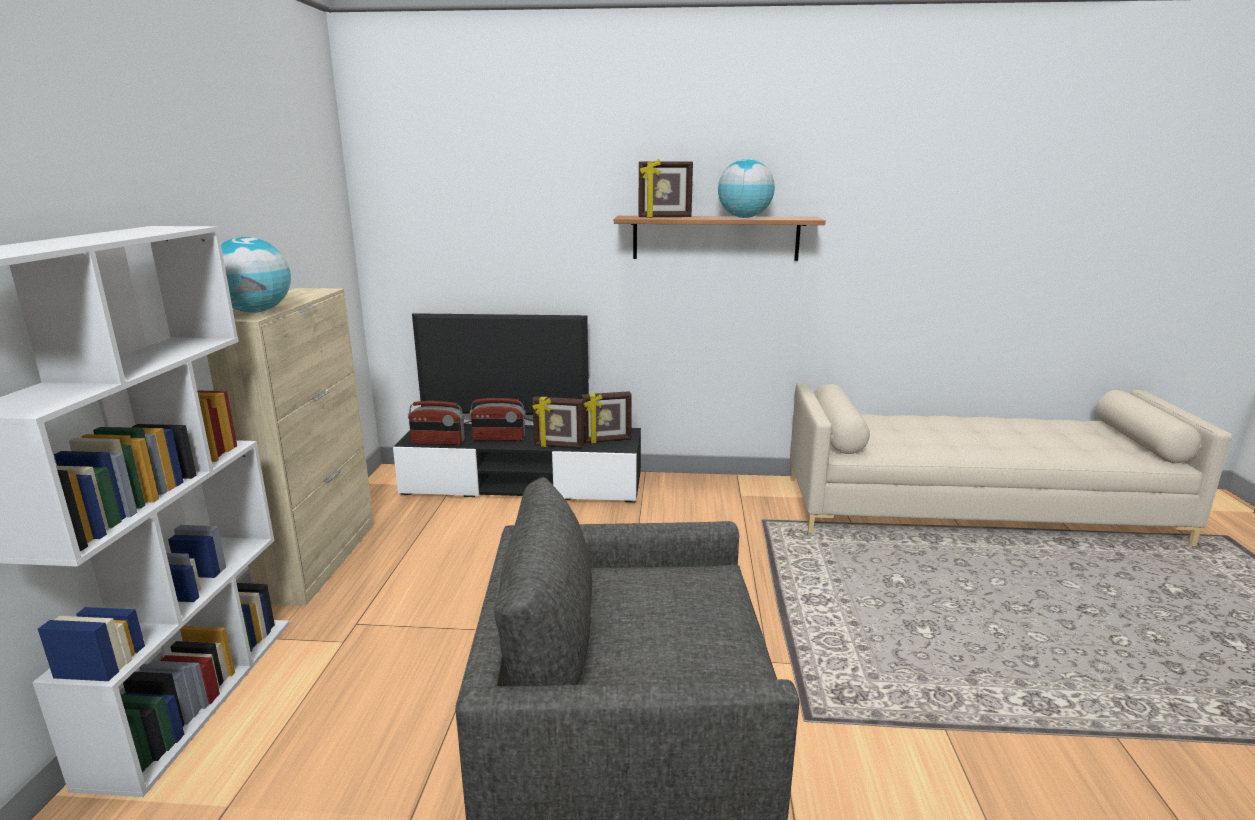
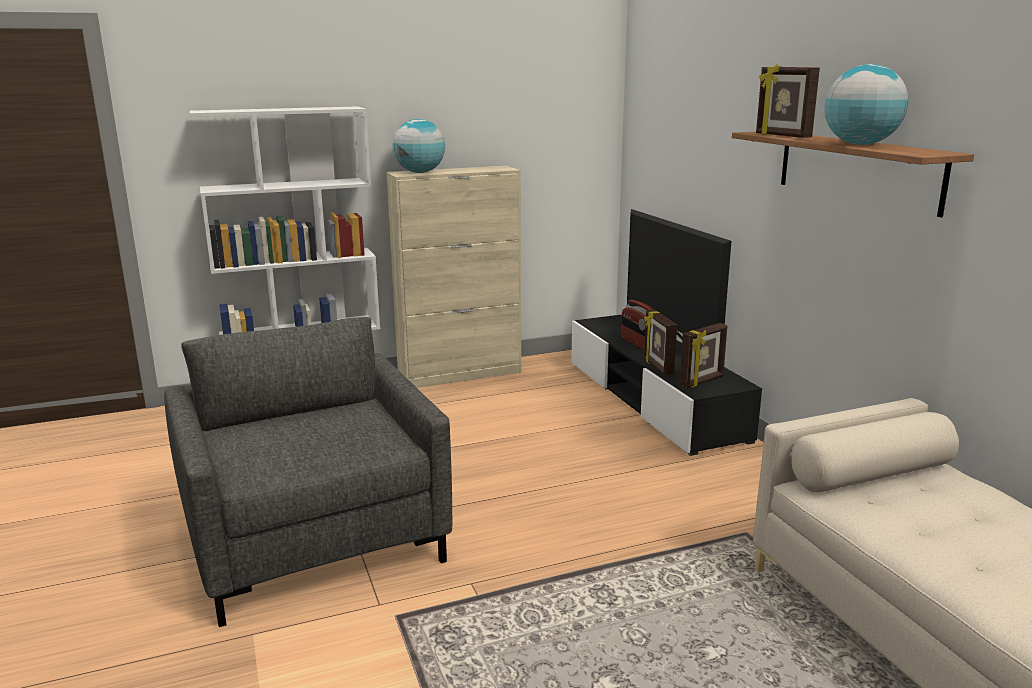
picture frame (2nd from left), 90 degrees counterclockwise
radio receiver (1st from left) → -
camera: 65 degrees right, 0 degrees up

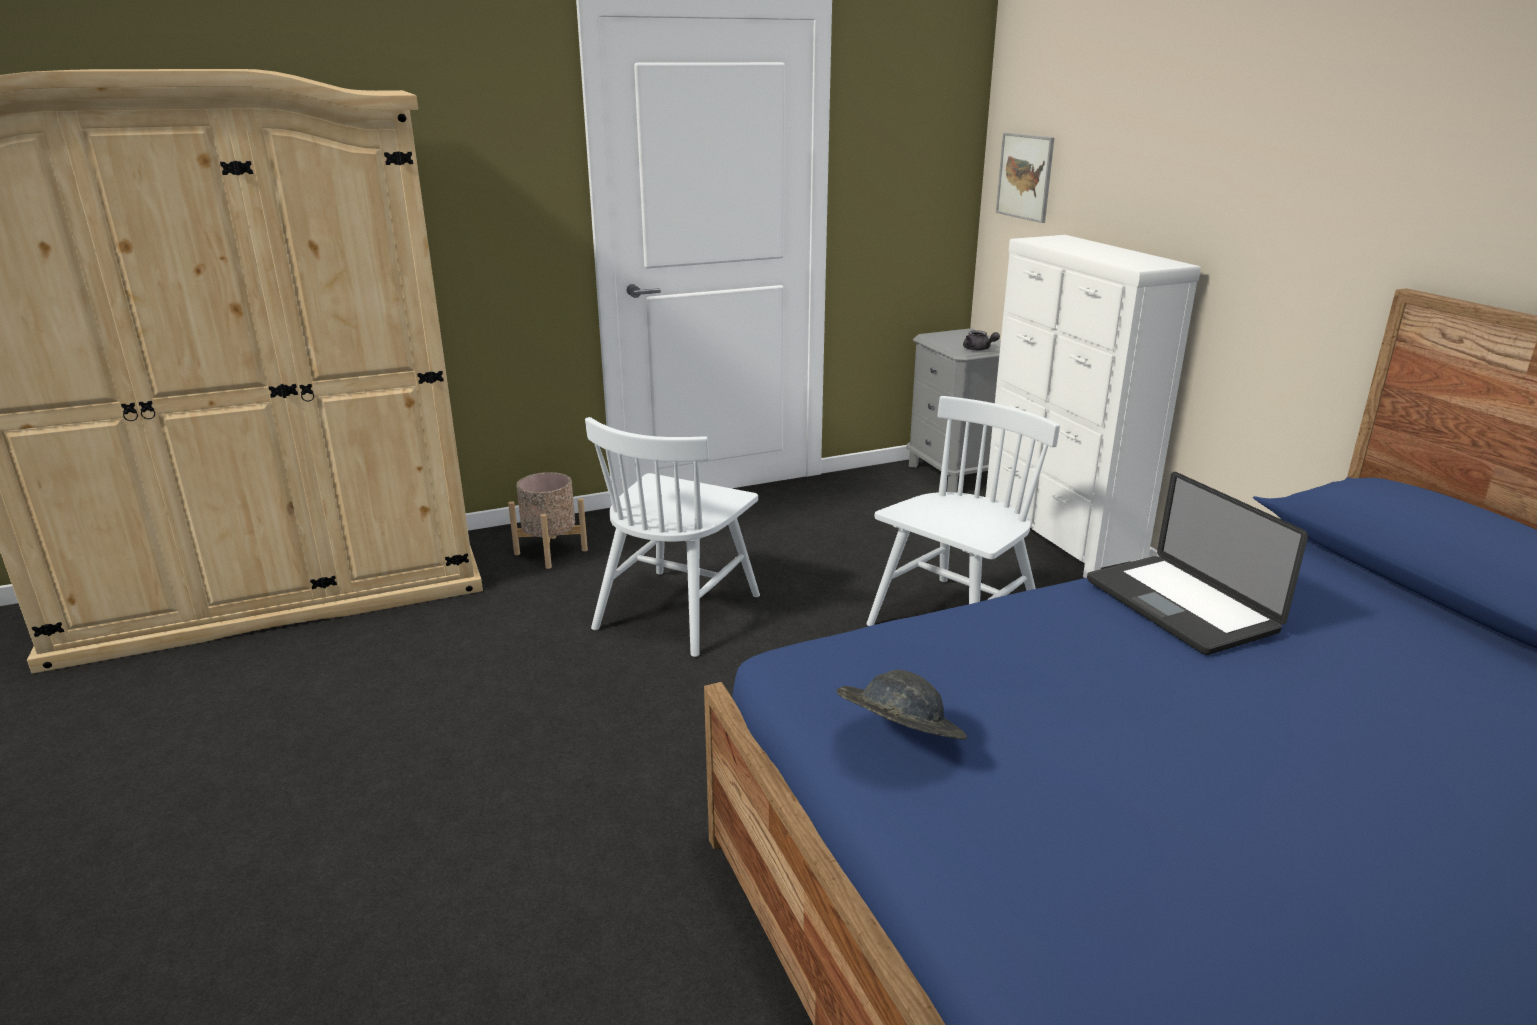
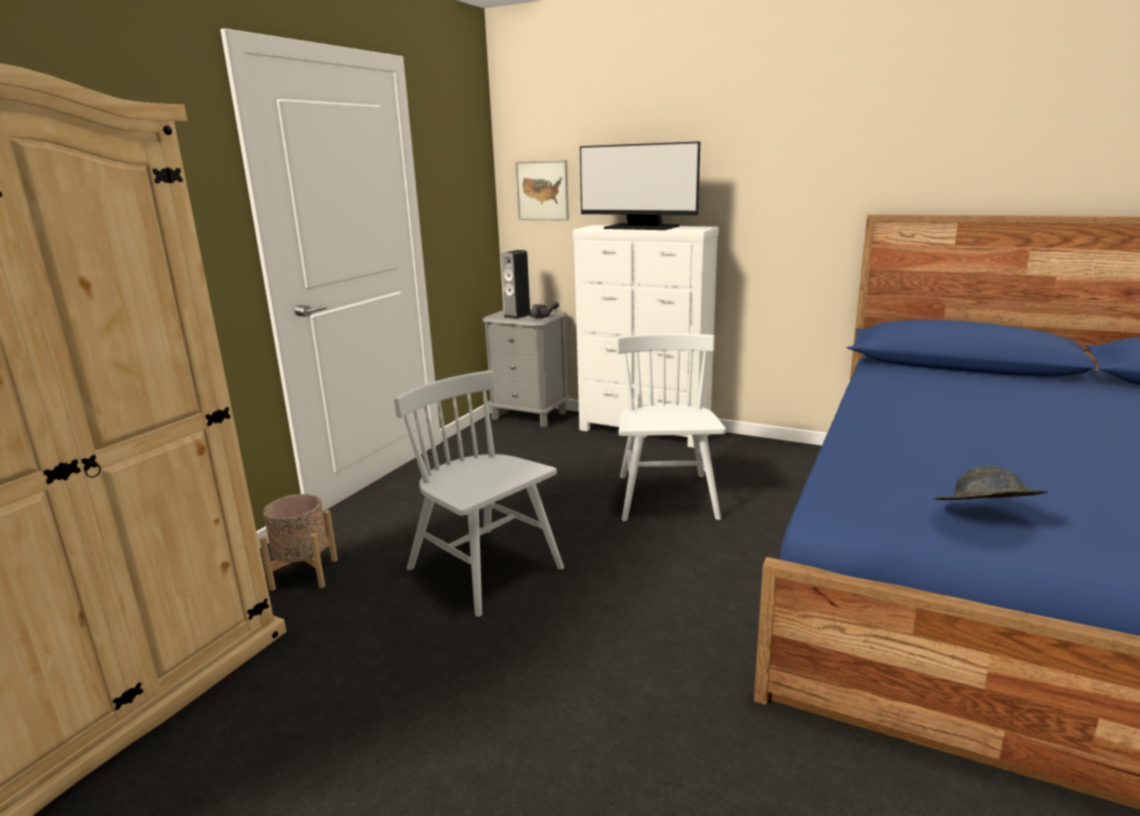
whitish chair (1st from left), 150 degrees clockwise
laptop → -
- → monitor
- → loudspeaker
camera: 40 degrees left, 5 degrees down

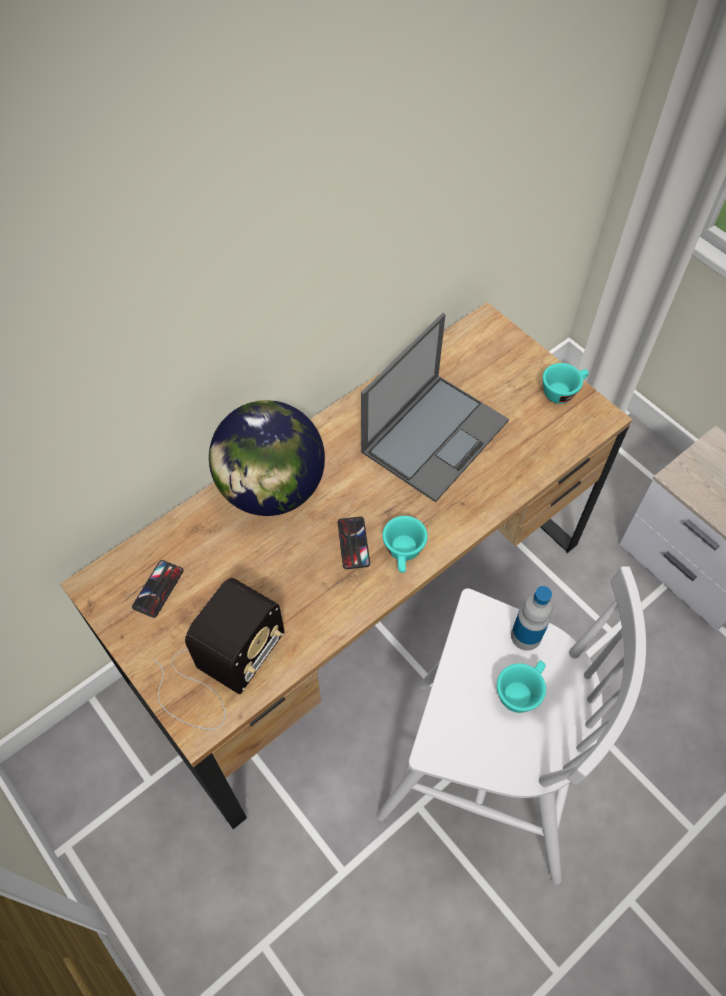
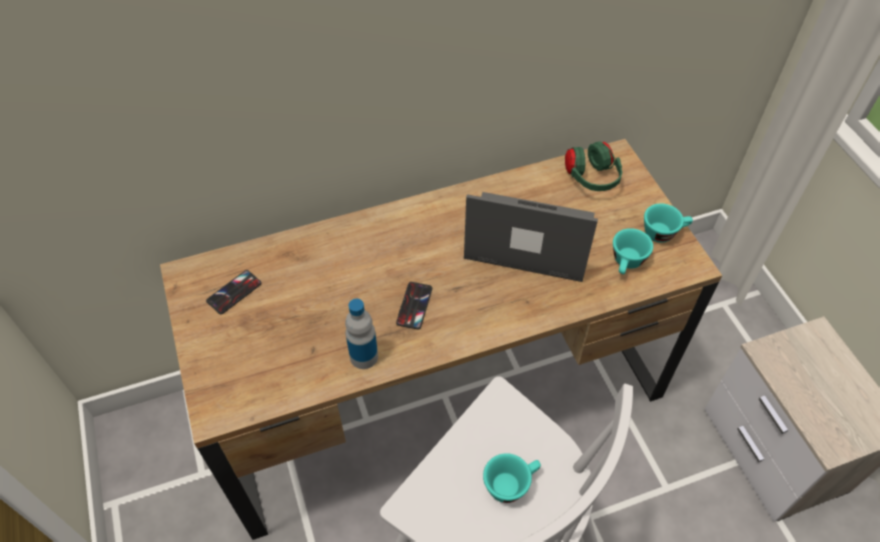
laptop, 135 degrees counterclockwise
globe → -
turquoise cup (1st from left in the first image) → turquoise cup (2nd from left), moved
radio receiver → -
drink bottle, moved
- → greenish headphones
camera: 20 degrees right, 5 degrees down

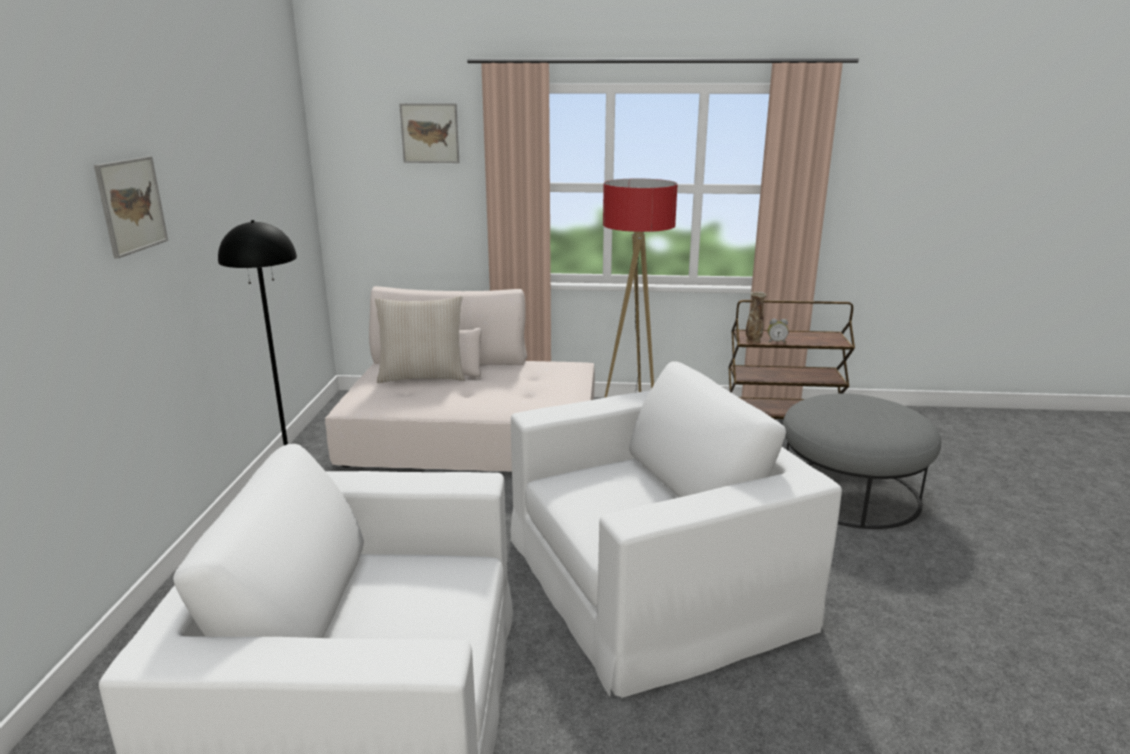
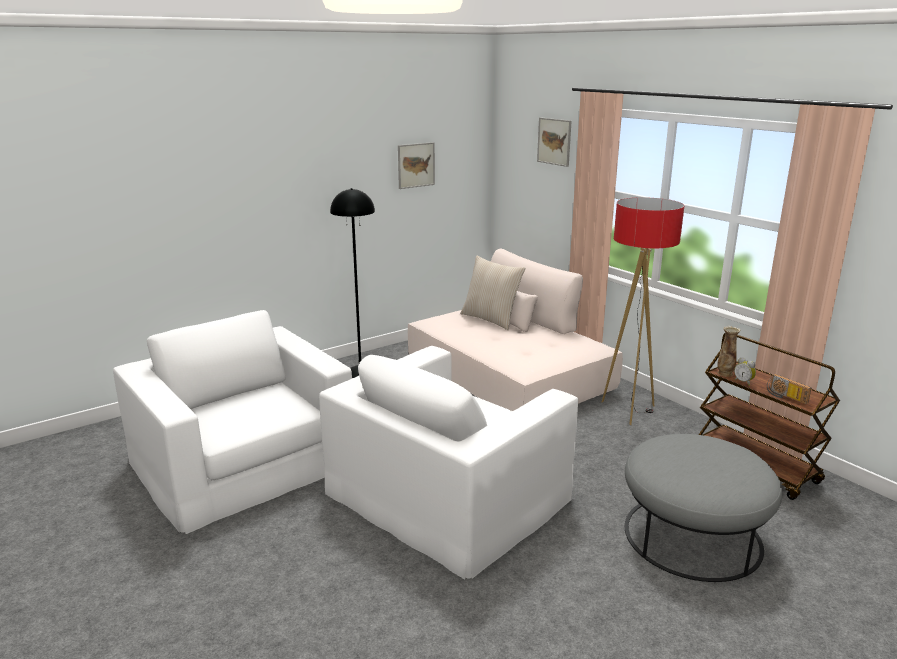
picture (1st from left), moved
whitish lounge chair (2nd from left), 105 degrees clockwise
- → radio receiver
camera: 50 degrees right, 0 degrees up

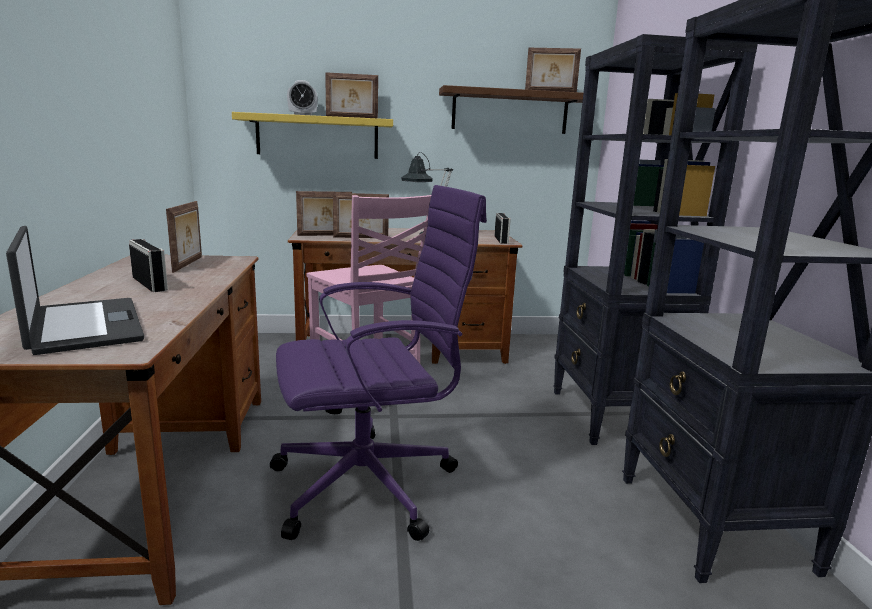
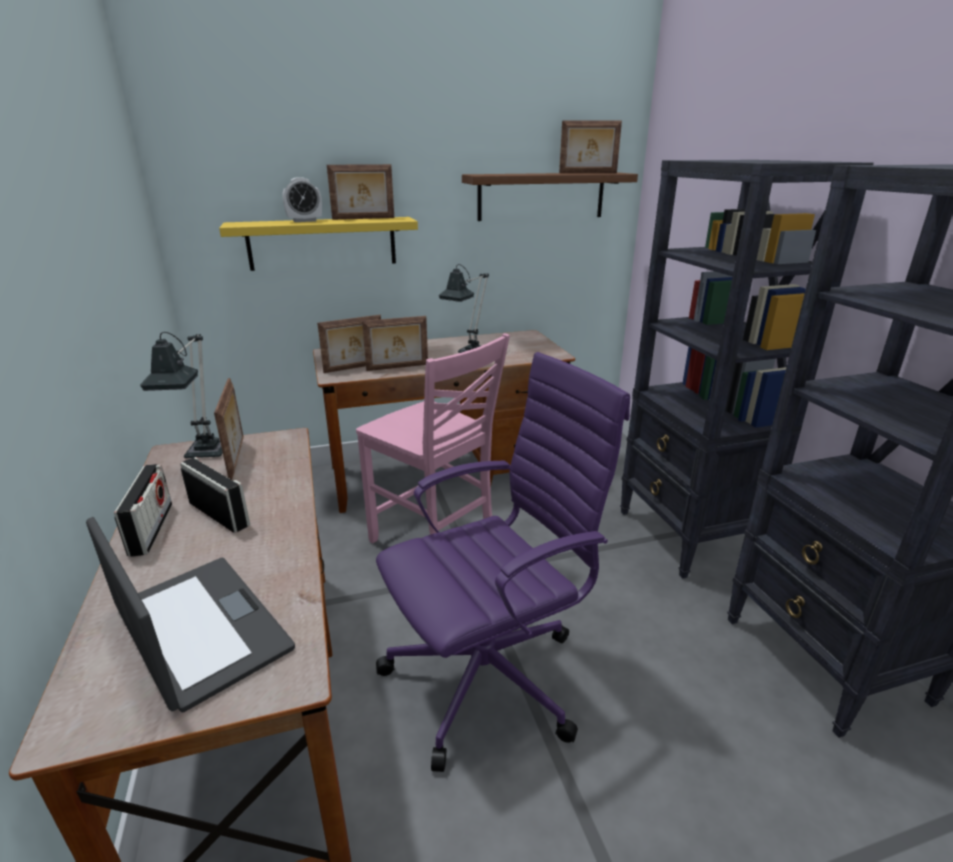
radio receiver (2nd from left in the first image) → radio receiver (1st from left), moved
- → table lamp (1st from left)
camera: 10 degrees left, 10 degrees up

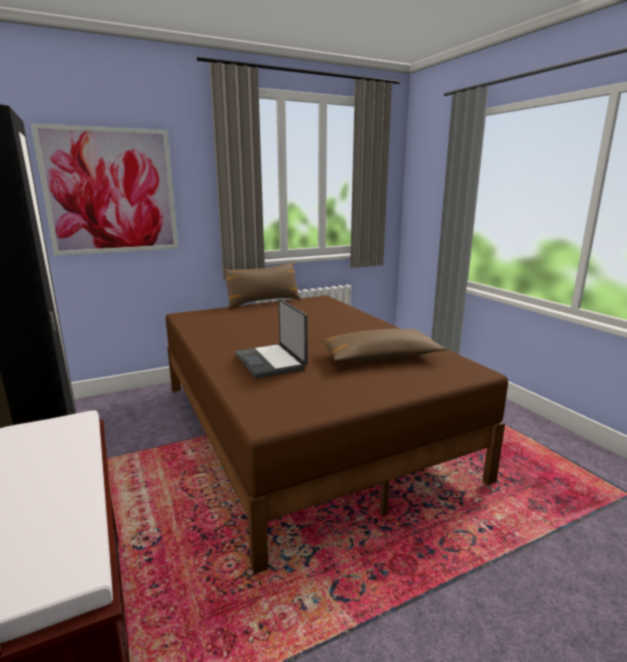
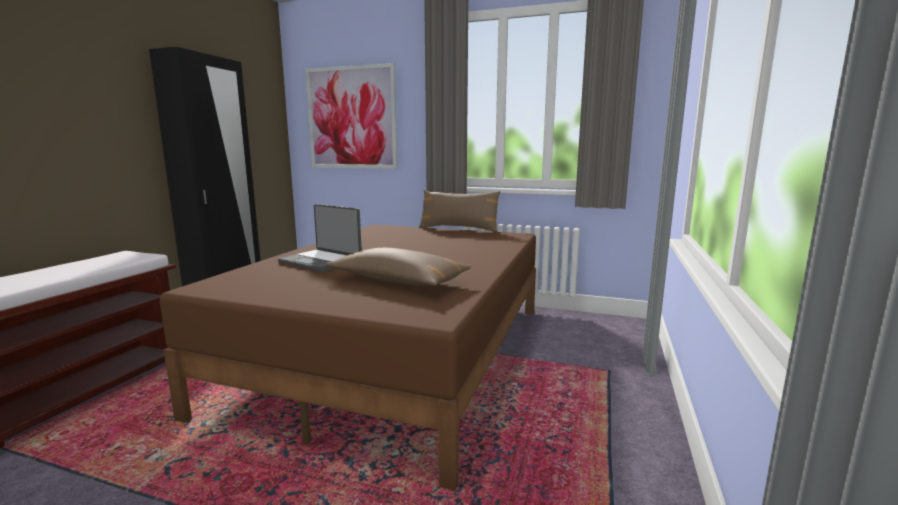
laptop, 75 degrees counterclockwise
camera: 45 degrees right, 5 degrees down

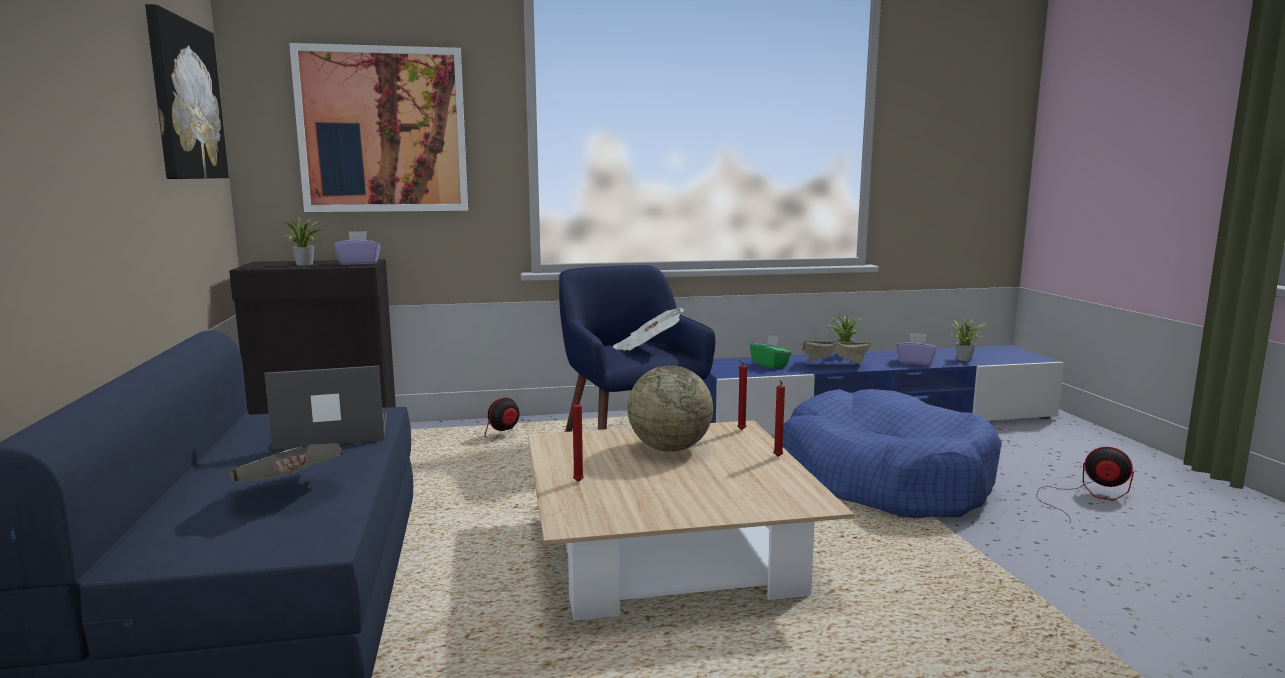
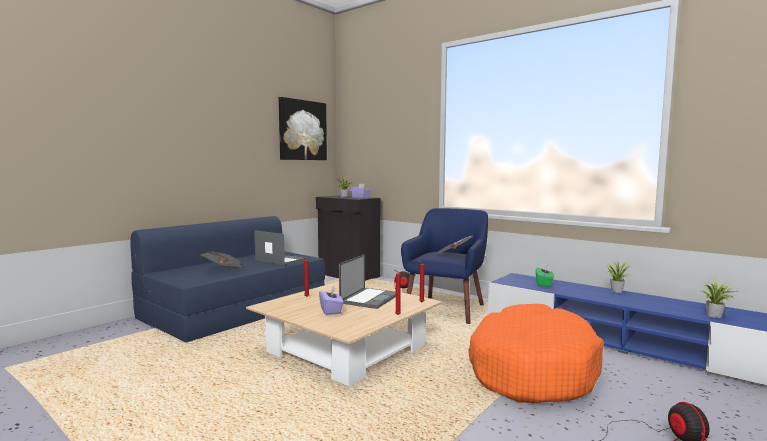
picture (2nd from left) → -
purplish tissue box (2nd from left in the first image) → purplish tissue box (1st from left), moved
book → -
globe → laptop (2nd from left)
blue dog bed → orange dog bed
camera: 50 degrees right, 5 degrees down

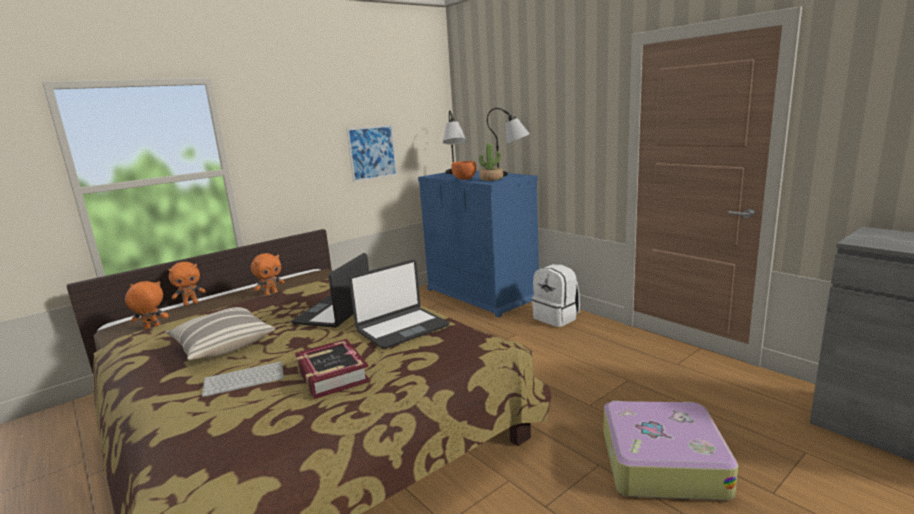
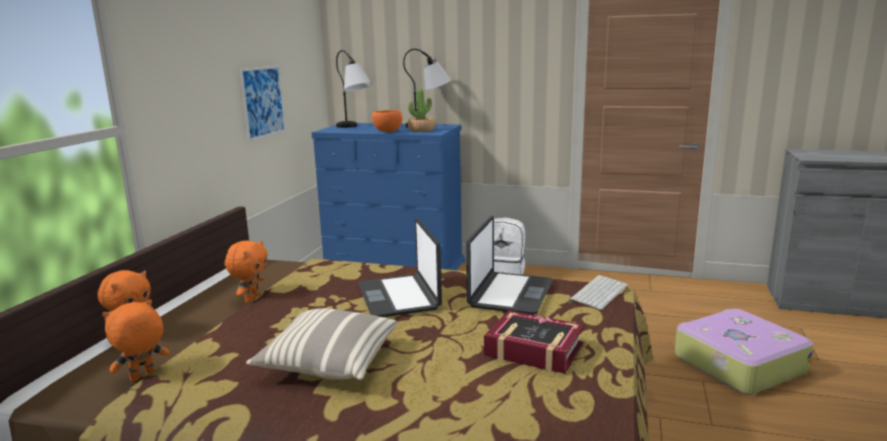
PC keyboard, moved
camera: 35 degrees left, 0 degrees up

